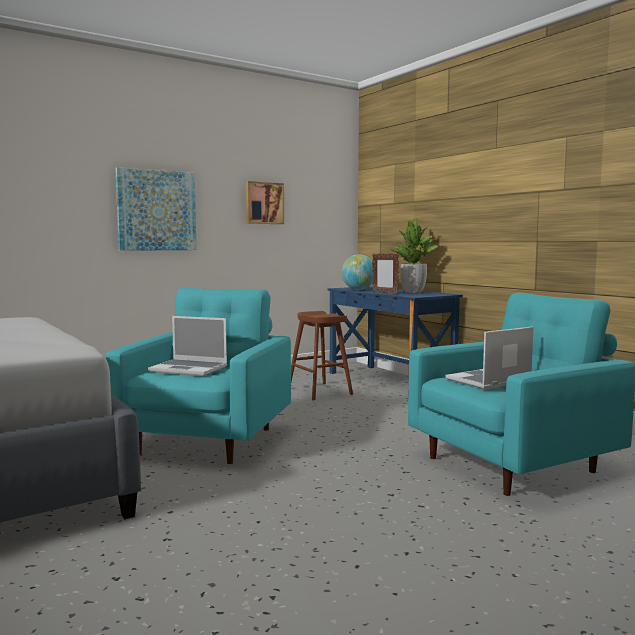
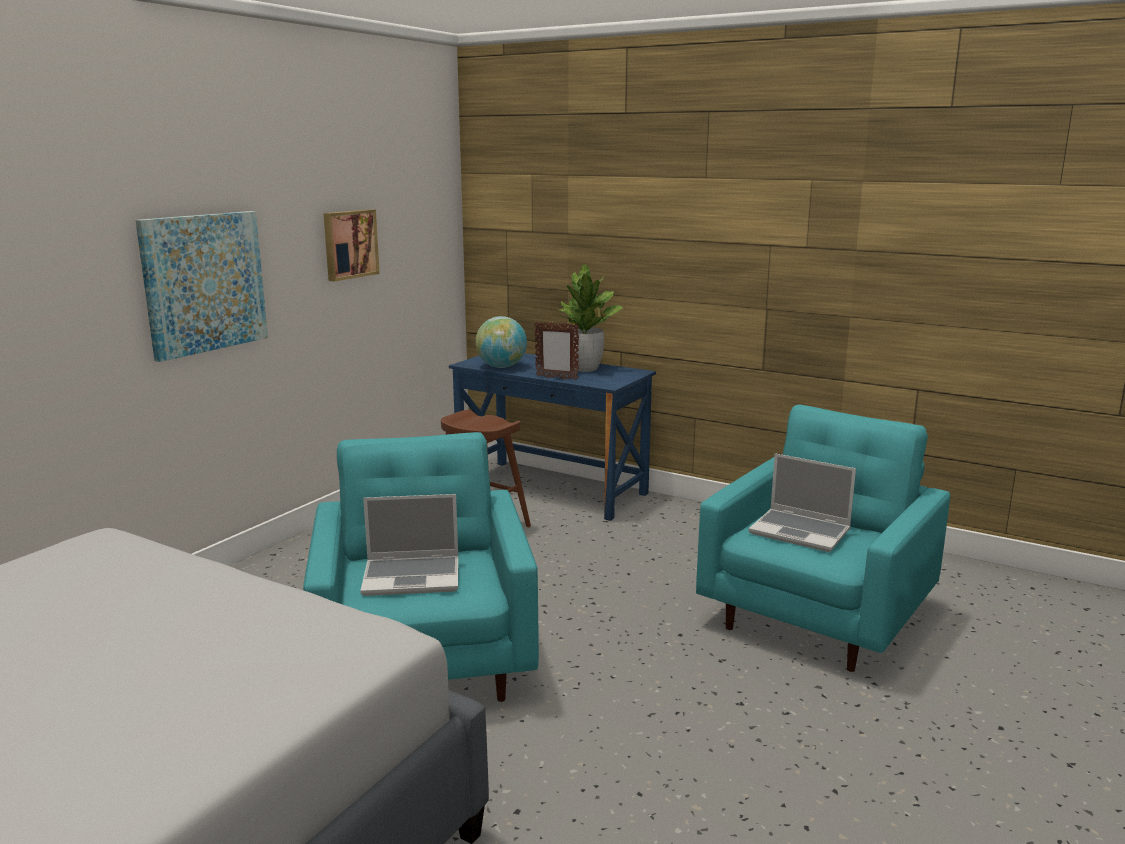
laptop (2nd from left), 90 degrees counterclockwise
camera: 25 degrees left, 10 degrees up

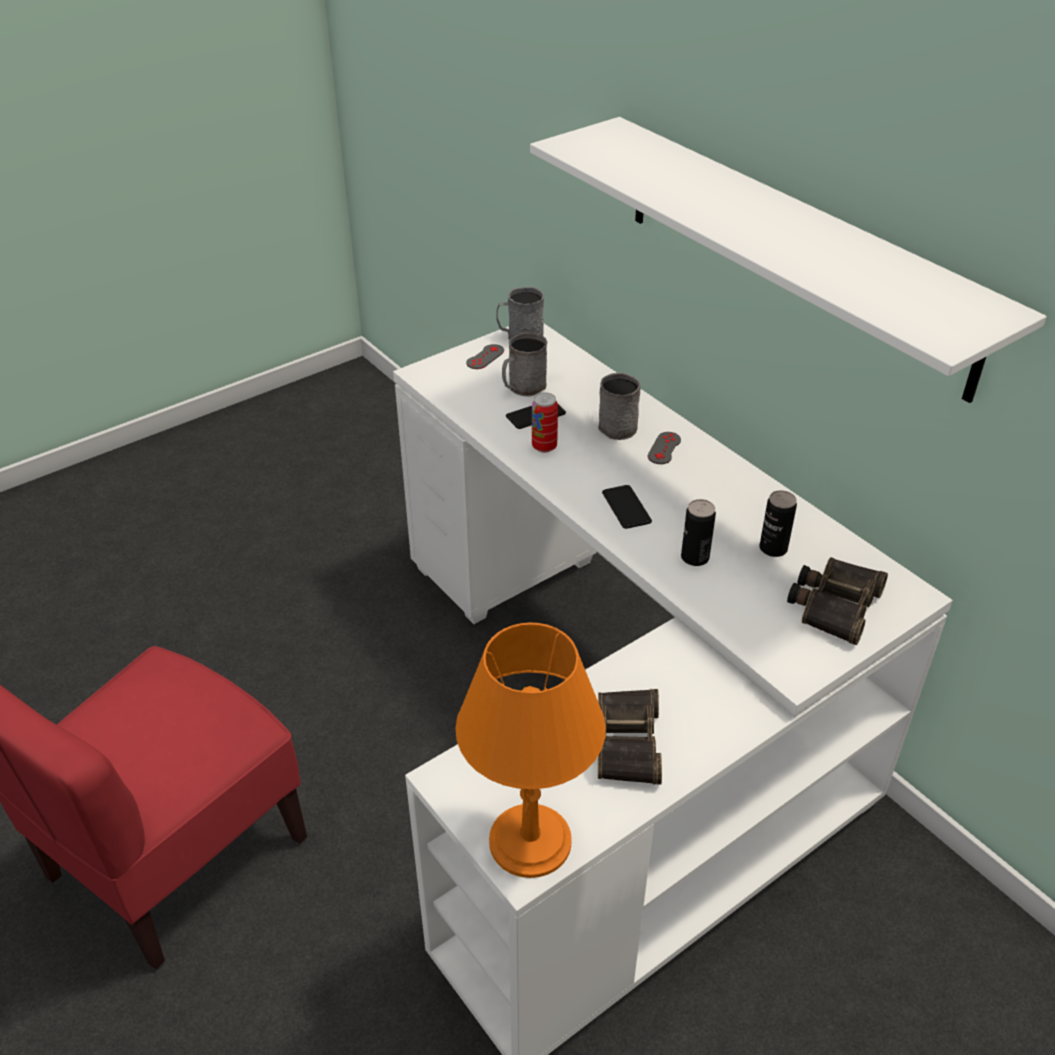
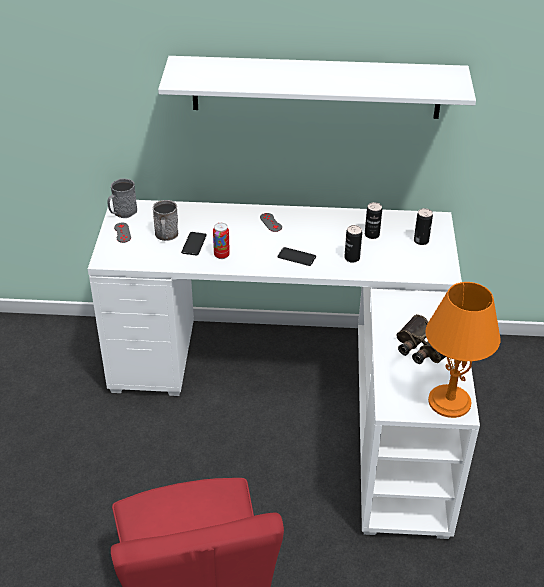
grey tea mug (3rd from left) → -
field glasses (2nd from left) → metal can (4th from left)
camera: 50 degrees left, 0 degrees up

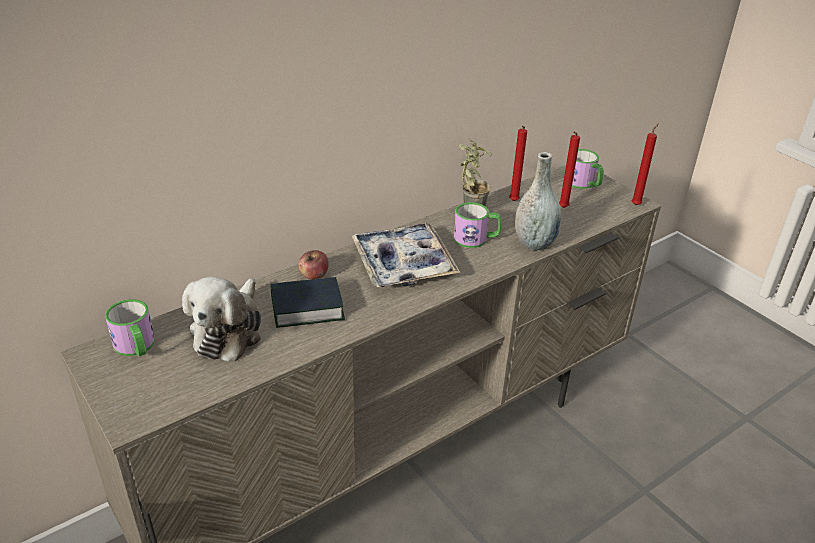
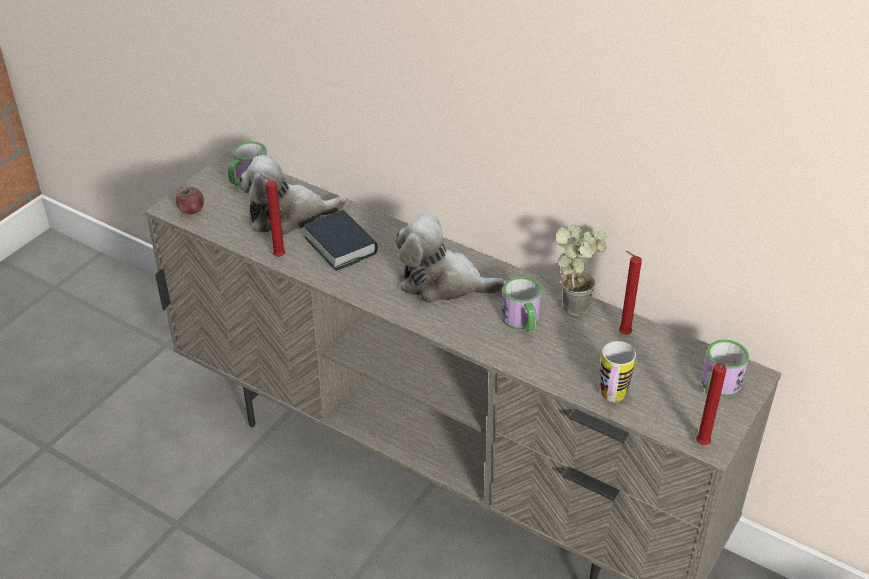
red wax candle (2nd from left in the first image) → red wax candle (1st from left), moved
grey vase → -
carrying tray → soft toy (2nd from left)
apple, moved
- → tea mug (3rd from left)
camera: 70 degrees right, 5 degrees up

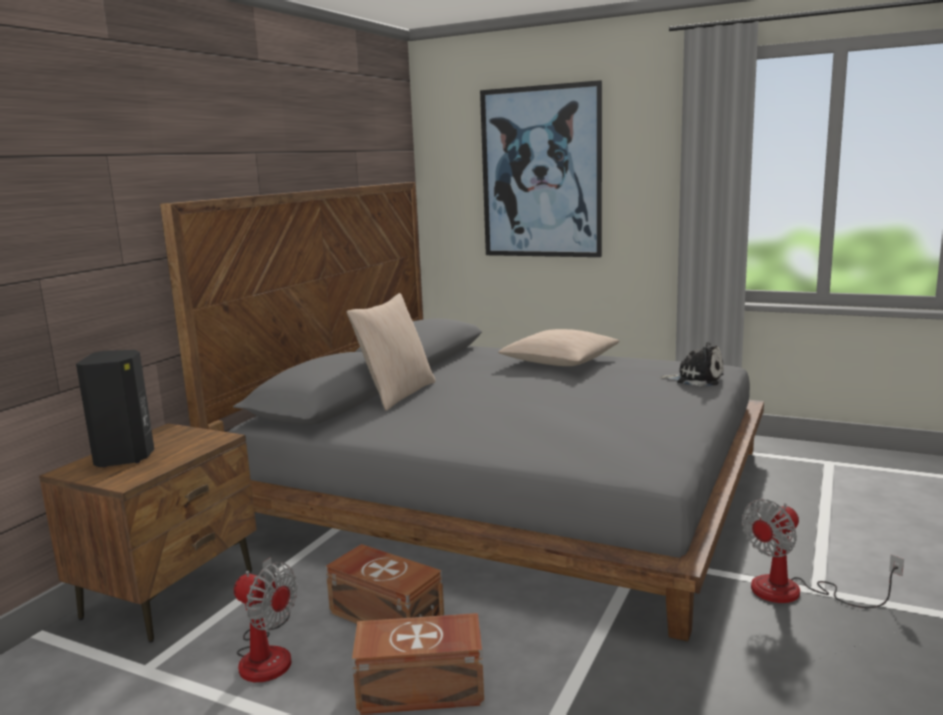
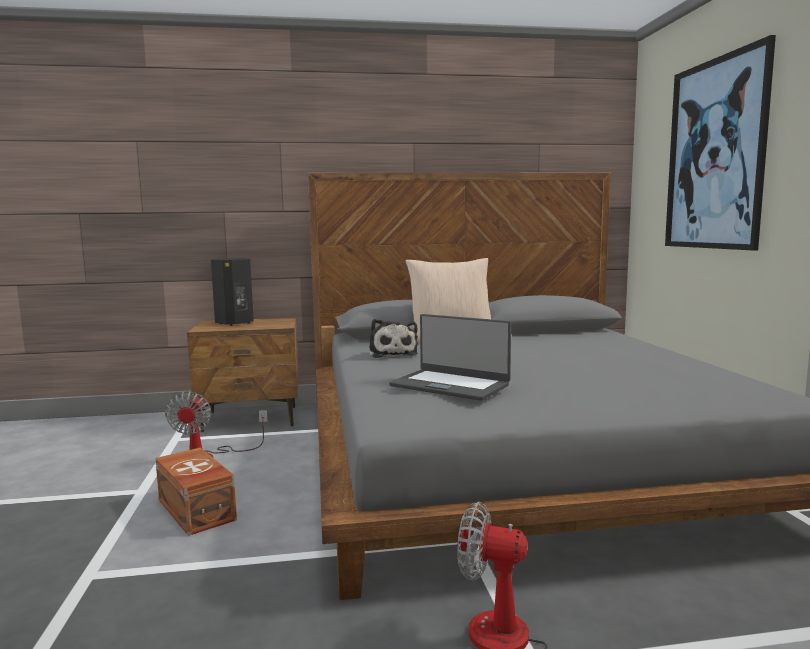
sand-coloured cushion (2nd from left) → -
soft toy, moved
brown-coloured storage container (1st from left) → -
- → laptop
camera: 55 degrees right, 5 degrees down

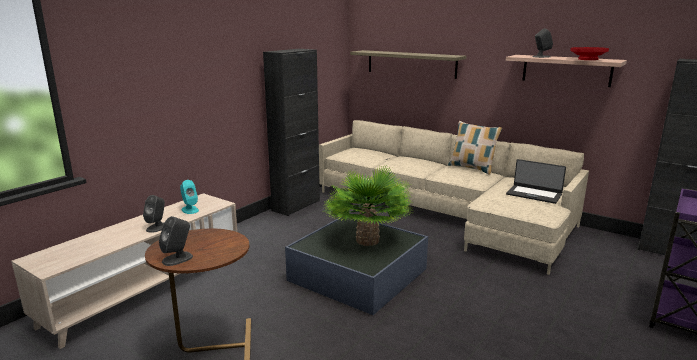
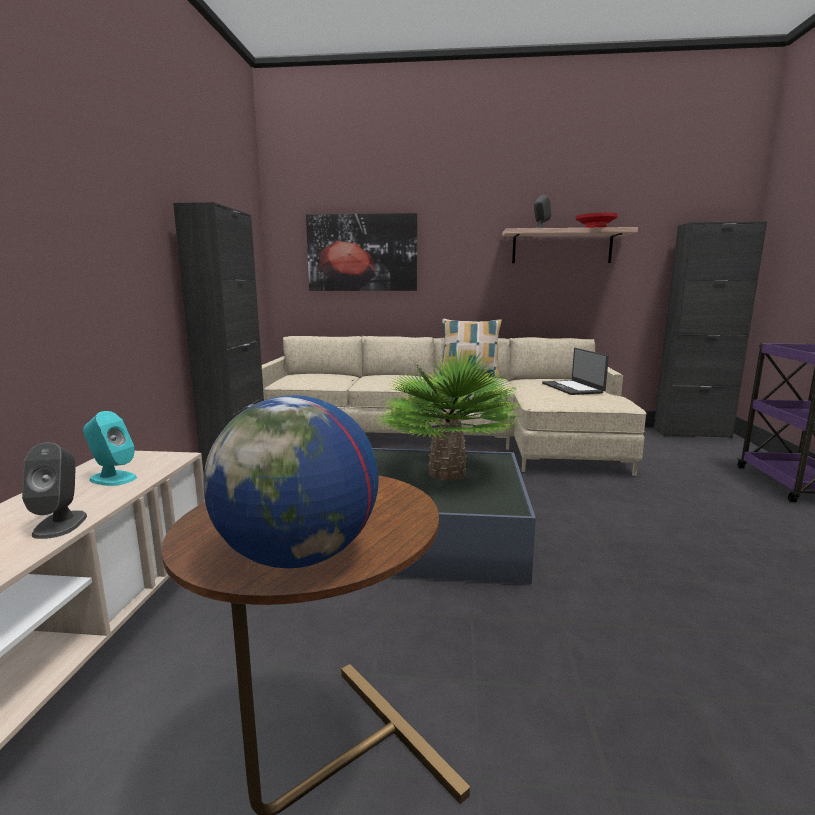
shelf (1st from left) → picture
laptop, 75 degrees clockwise
grey loudspeaker (2nd from left) → globe
camera: 30 degrees left, 5 degrees down

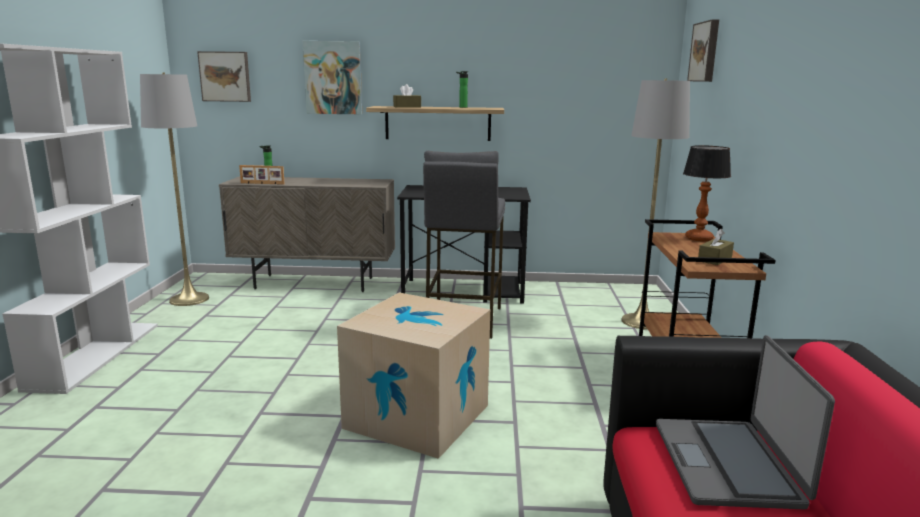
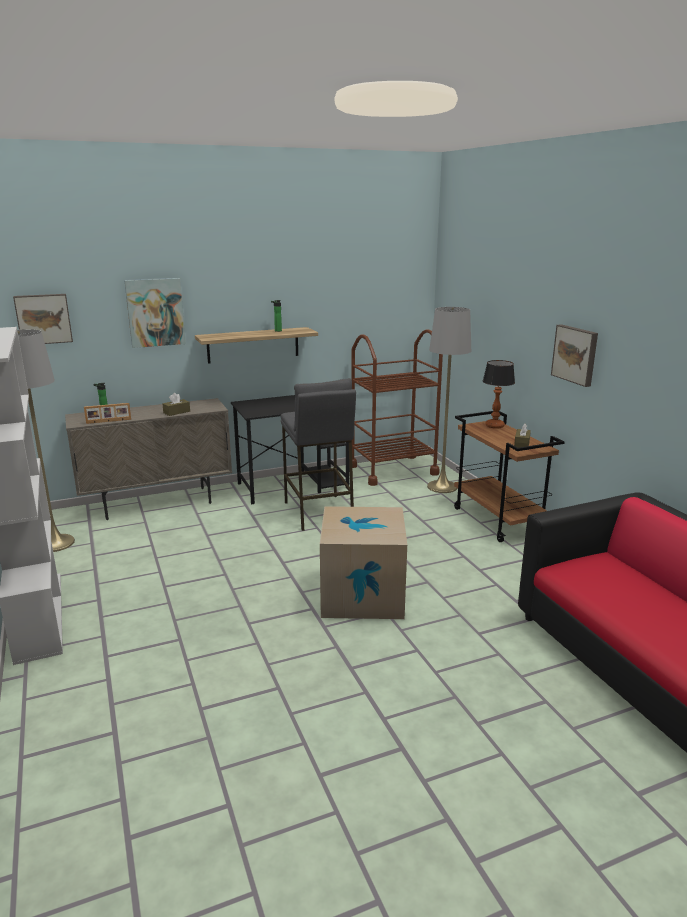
picture (3rd from left), moved
brown-coloured tissue box (1st from left), moved
laptop → -
- → brown-coloured cart (1st from left)
camera: 25 degrees left, 5 degrees up

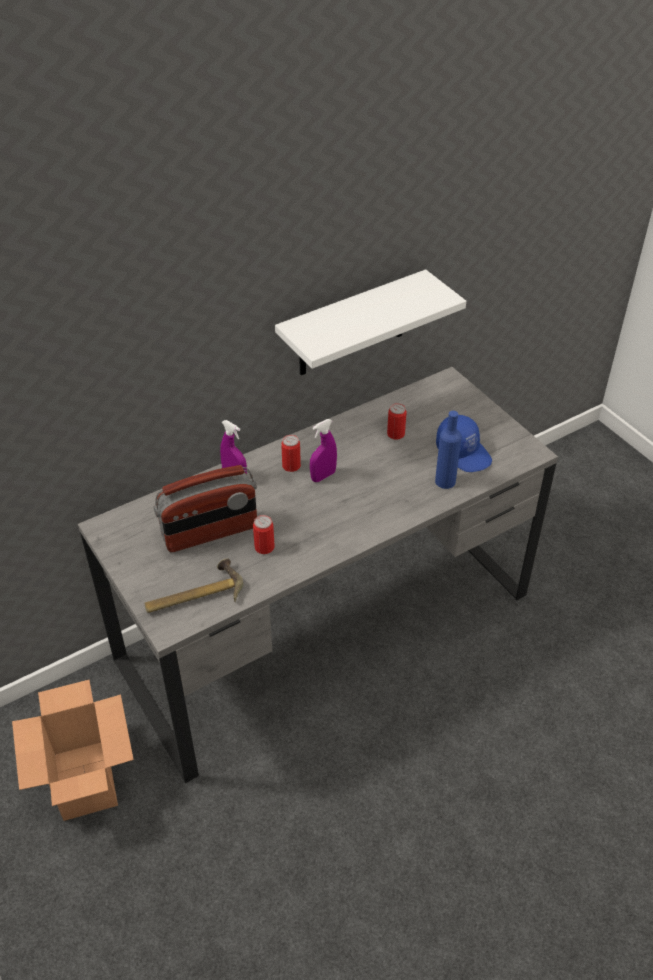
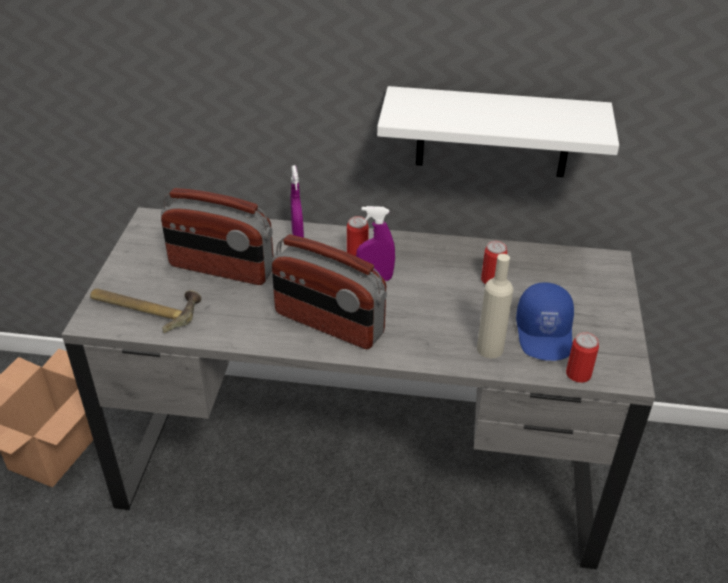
blue drink bottle → sand-coloured drink bottle
metal can (1st from left in the first image) → metal can (3rd from left), moved
- → radio receiver (2nd from left)
camera: 40 degrees right, 5 degrees down

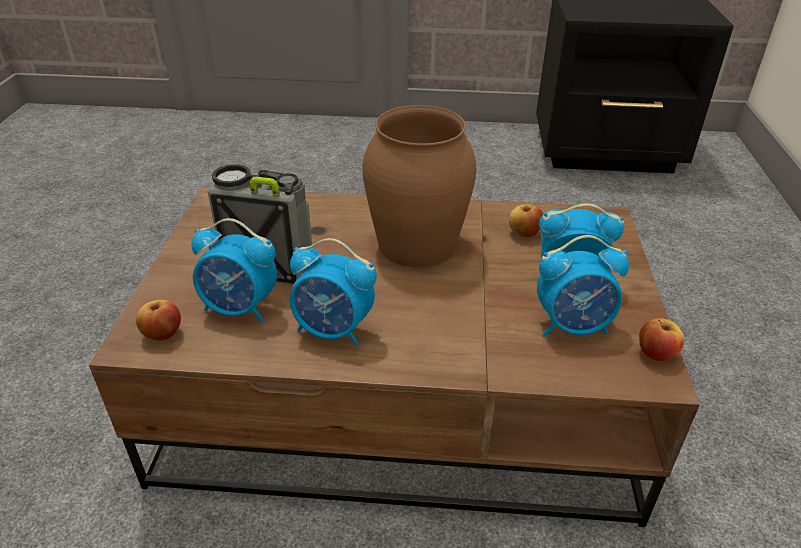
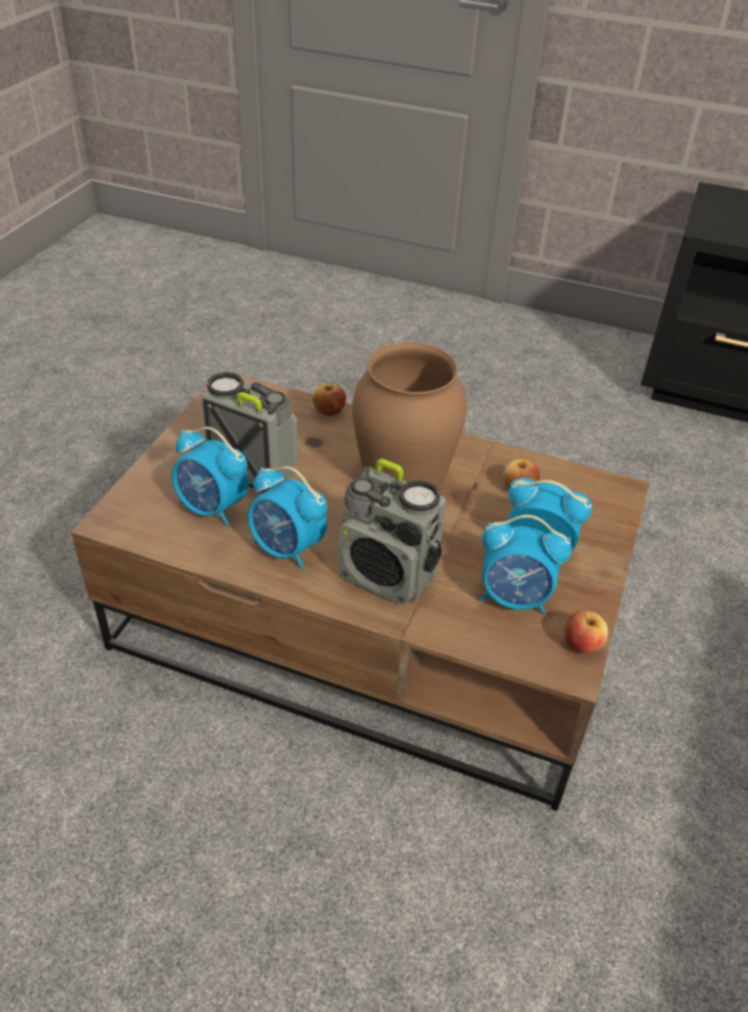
apple (1st from left), moved
- → radio receiver (2nd from left)
camera: 15 degrees right, 5 degrees up

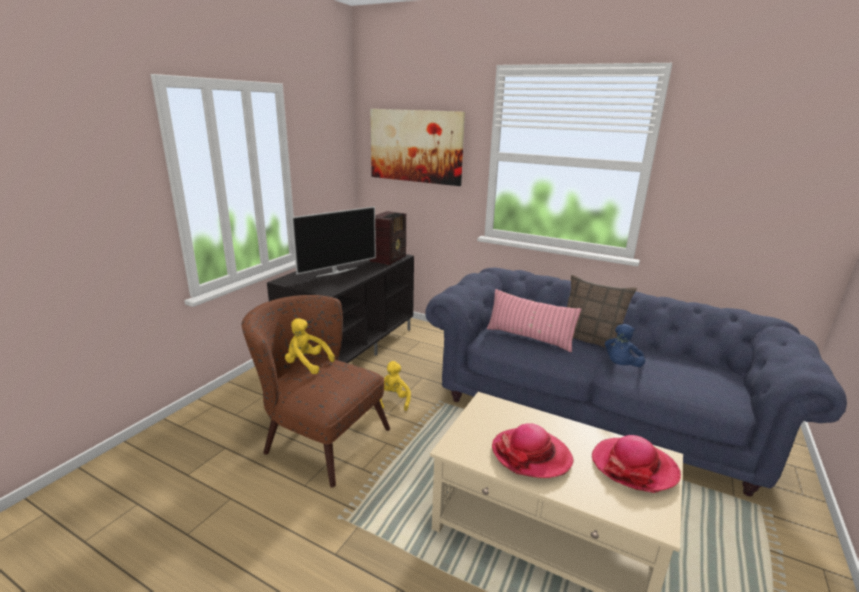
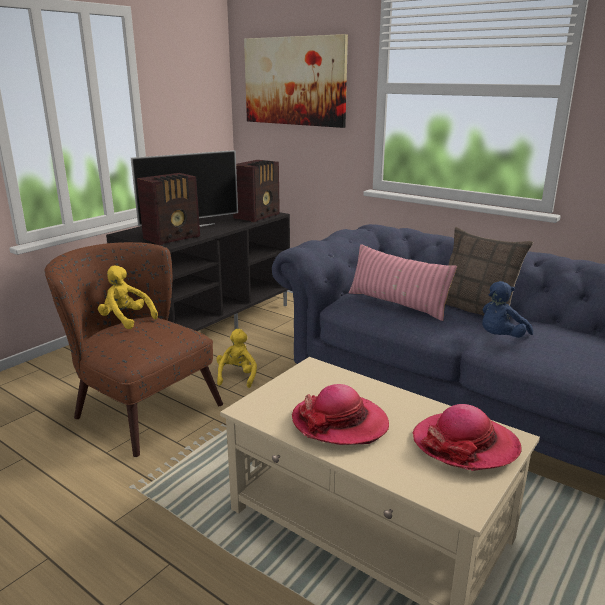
- → radio receiver (1st from left)
camera: 10 degrees right, 0 degrees up

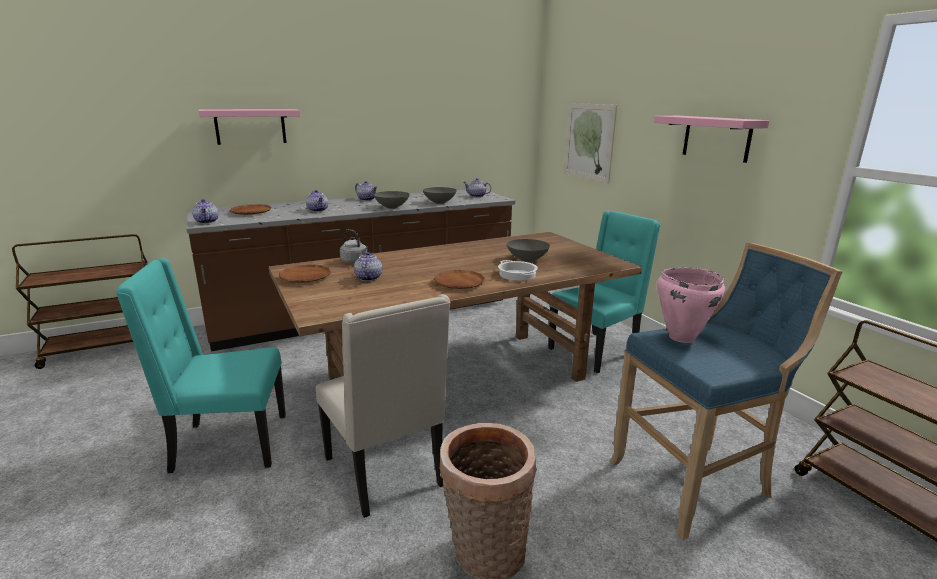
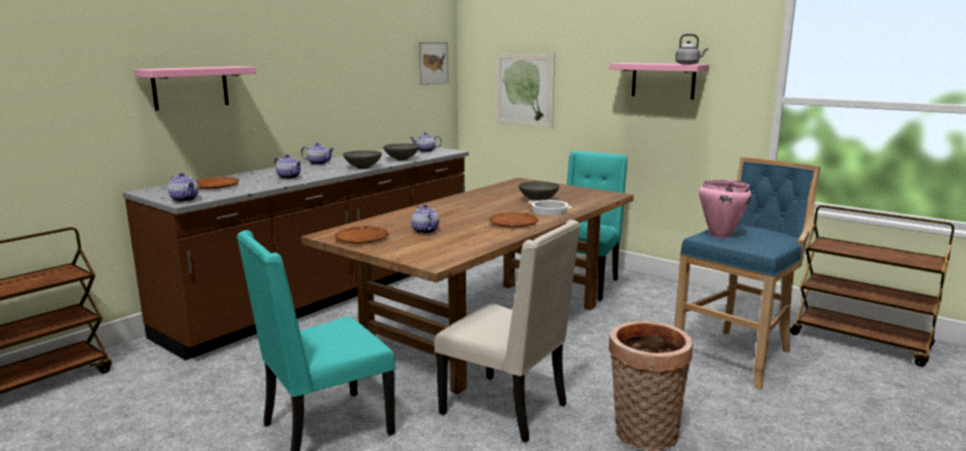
grey water kettle, moved
- → picture (1st from left)
camera: 25 degrees left, 5 degrees down

